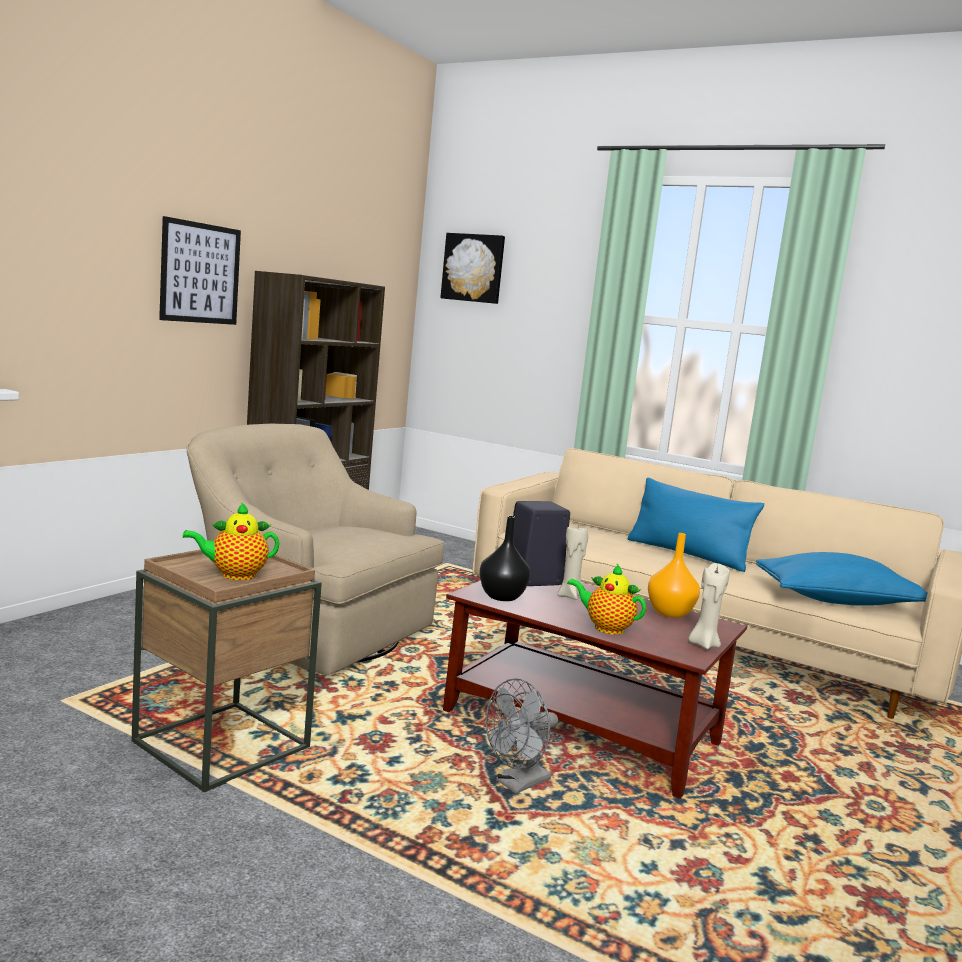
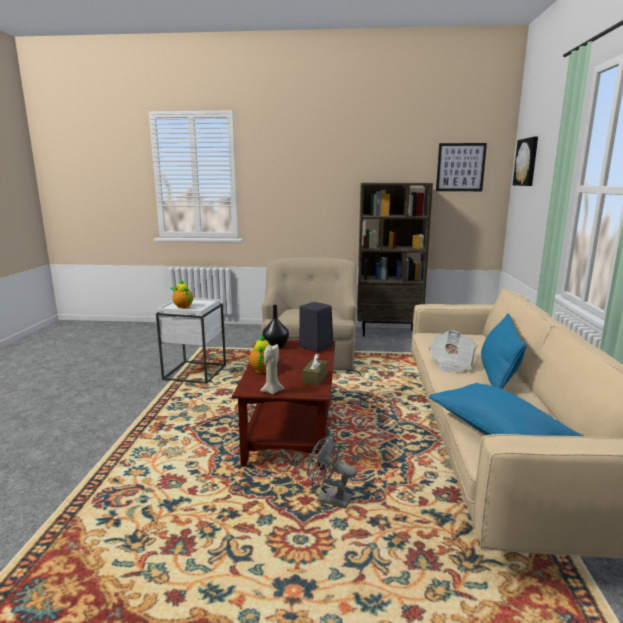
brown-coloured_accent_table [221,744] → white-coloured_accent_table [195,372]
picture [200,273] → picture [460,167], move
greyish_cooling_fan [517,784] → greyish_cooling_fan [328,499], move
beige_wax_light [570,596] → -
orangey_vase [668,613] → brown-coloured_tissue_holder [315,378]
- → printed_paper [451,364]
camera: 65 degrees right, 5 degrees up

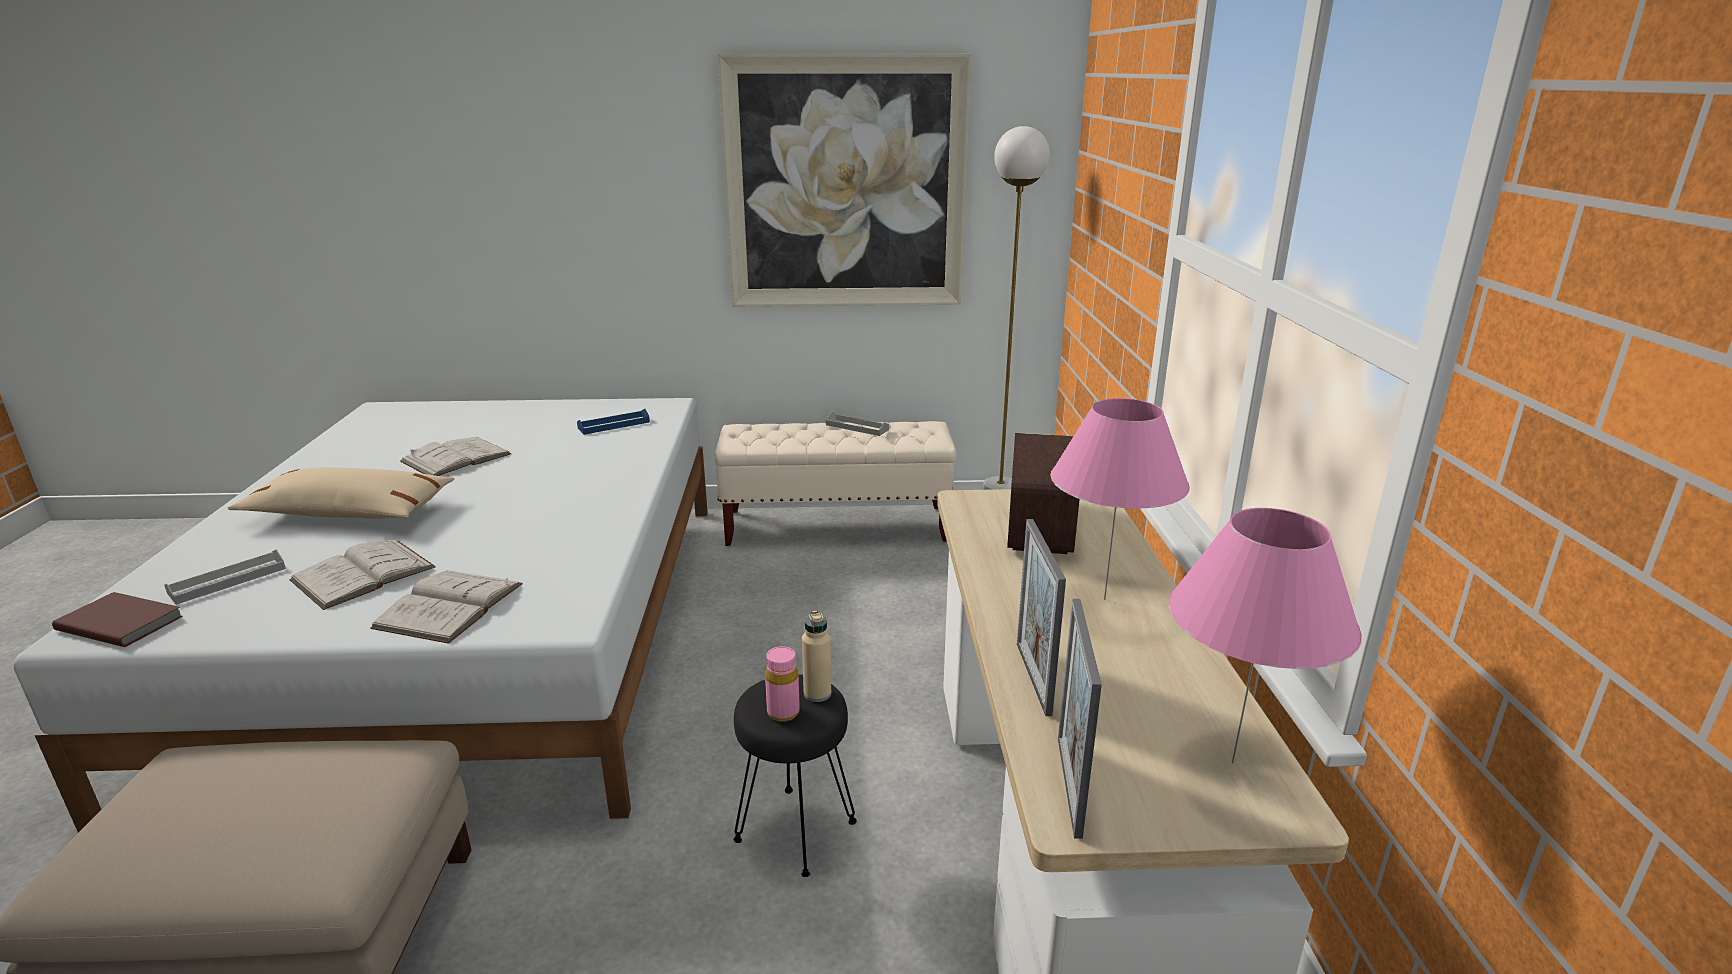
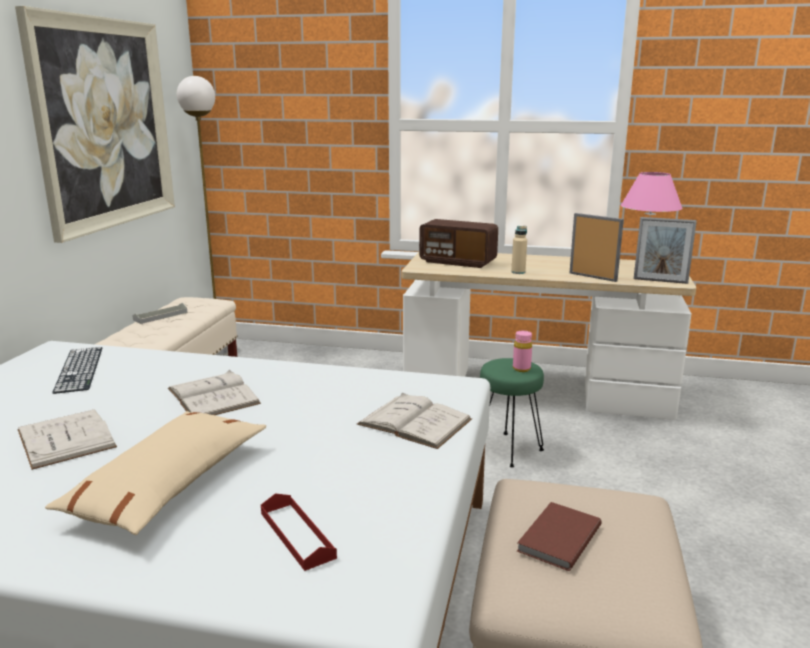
brown-coloured_volume [121,622] → brown-coloured_volume [557,538], move
greyish_carrying_tray [228,581] → red_carrying_tray [297,535]
white-coloured_volume [363,574] → white-coloured_volume [213,396], move
bluish_carrying_tray [614,425] → computer_keyboard [79,369]
black-coloured_stool_seat [795,830] → green-coloured_stool_seat [507,450]
beige_beverage_bottle [817,693] → beige_beverage_bottle [518,272], move
standing_frame [1033,678] → standing_frame [592,277], 150 degrees counterclockwise
pinkish_tabletop_lamp [1105,599] → -
camera: 75 degrees left, 5 degrees down

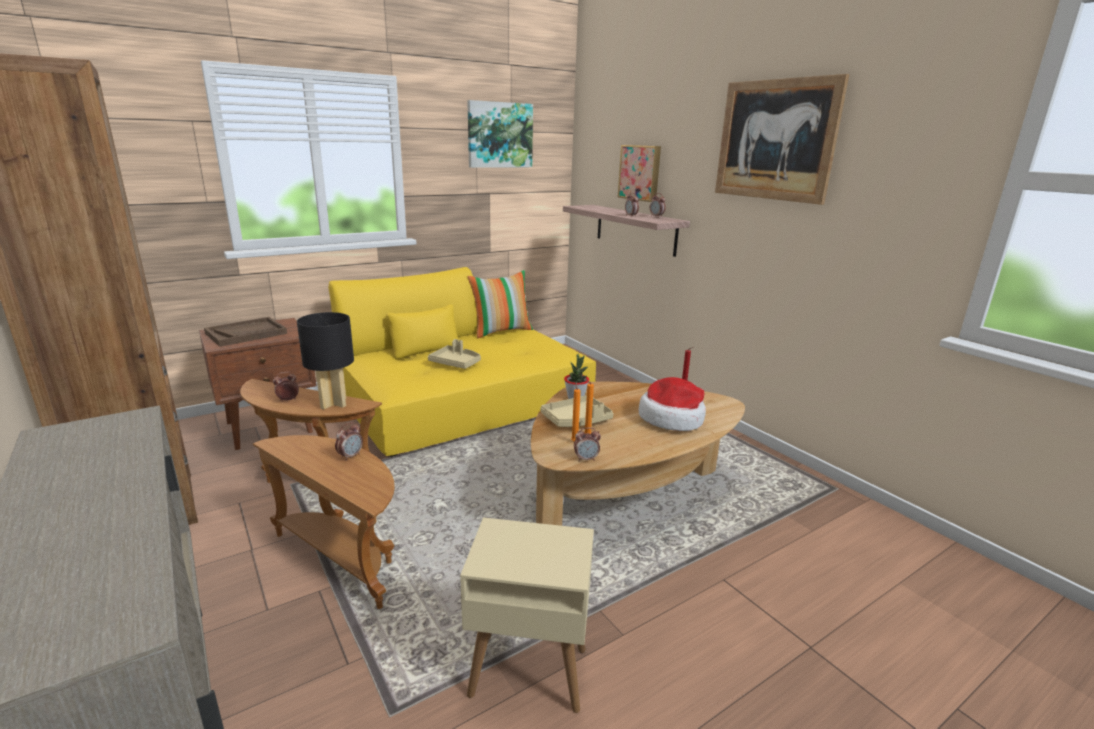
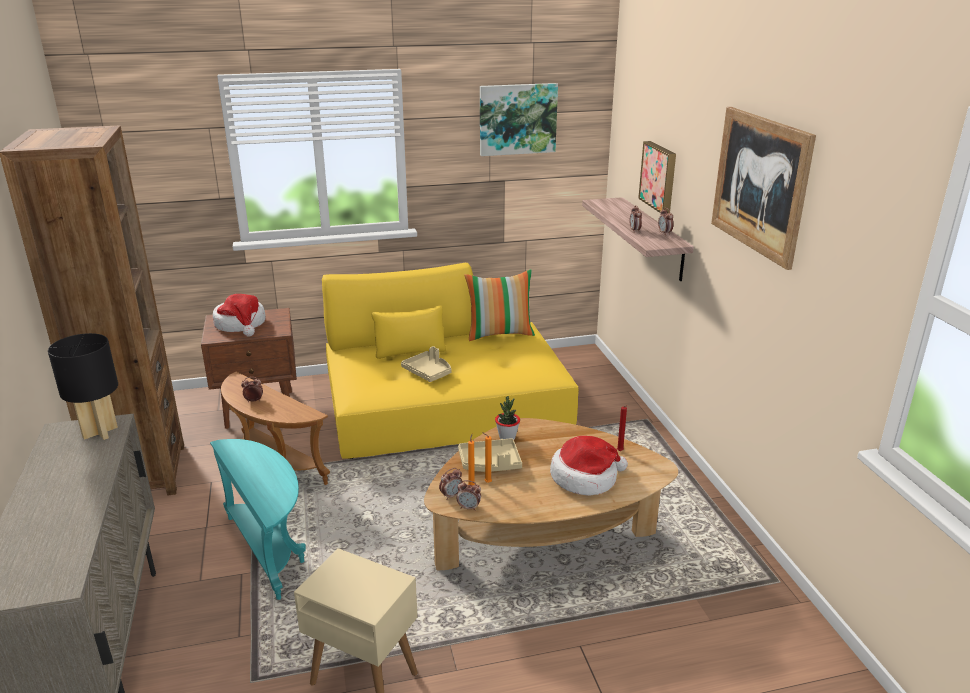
brown-coloured_carrying_tray [246,333] → clothing_hat [241,324]
brown-coloured_accent_table [343,558] → turquoise-coloured_accent_table [269,550]
black-coloured_tabletop_lamp [334,403] → black-coloured_tabletop_lamp [100,432], move
table_clock [350,456] → table_clock [451,495], move
camera: 20 degrees right, 5 degrees up

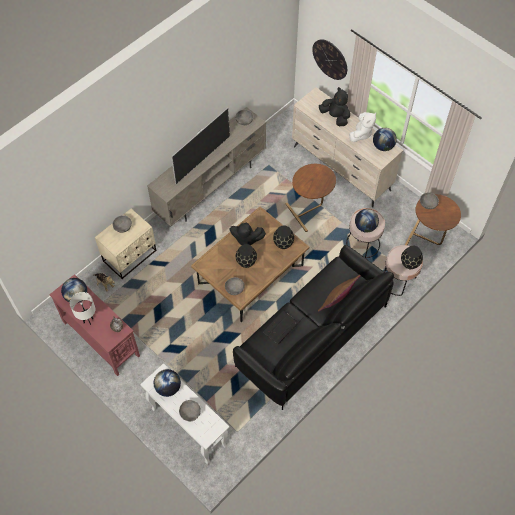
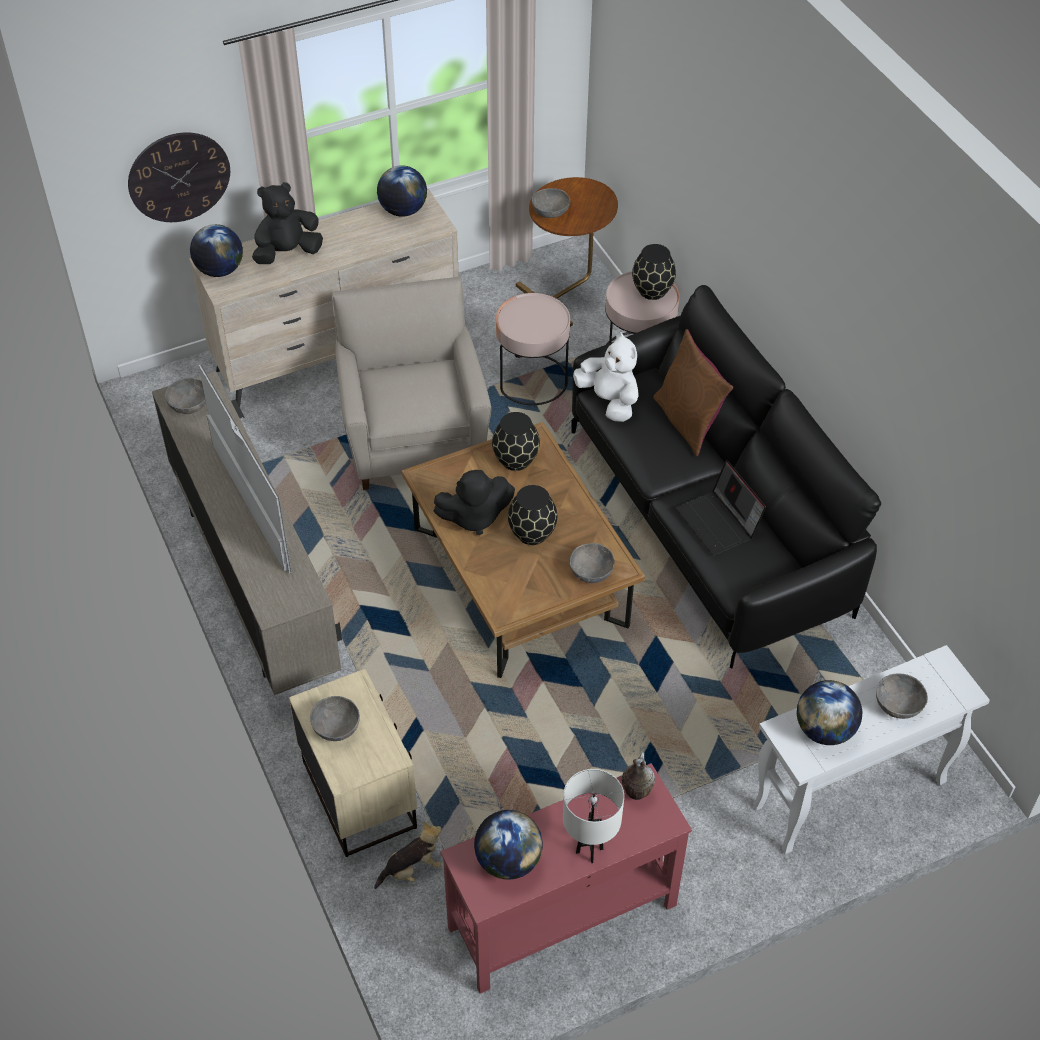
black-coloured_plush_toy [246,239] → black-coloured_plush_toy [474,517], 45 degrees clockwise
brown-coloured_accent_table [310,210] → beige_easy_chair [413,433]
white-coloured_plush_toy [361,134] → white-coloured_plush_toy [609,401], move
desk_globe [365,226] → desk_globe [219,270], move
camera: 70 degrees left, 10 degrees down

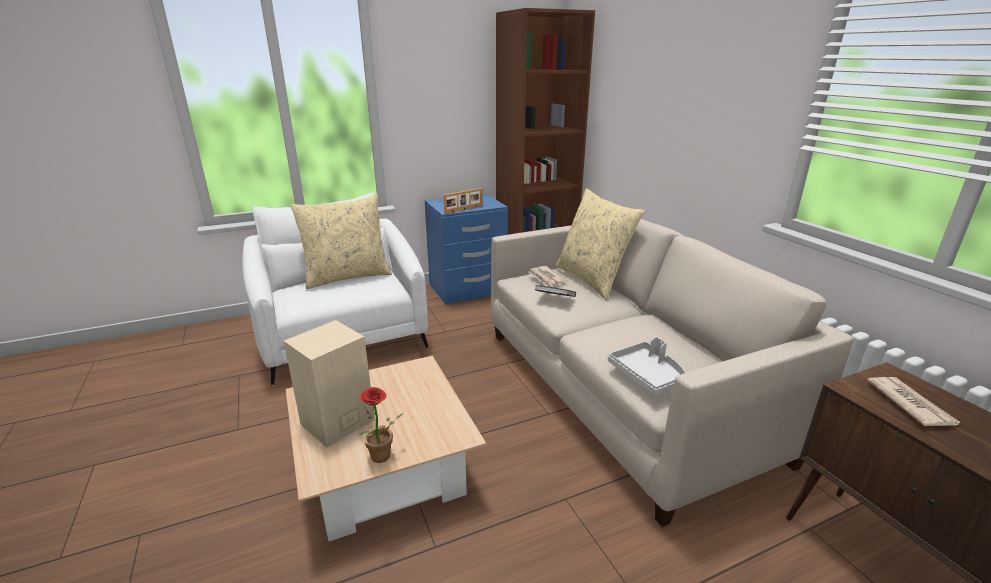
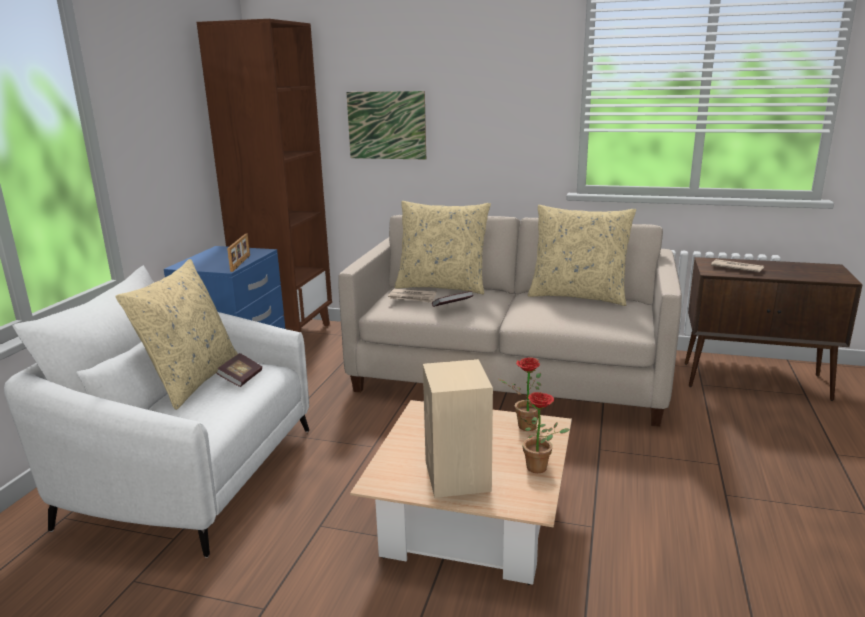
greyish_carrying_tray [647,375] → -
- → volume [241,379]
- → picture [386,125]
- → plant_in_a_pot [523,426]
- → beige_throw_pillow [578,296]
camera: 50 degrees left, 5 degrees down

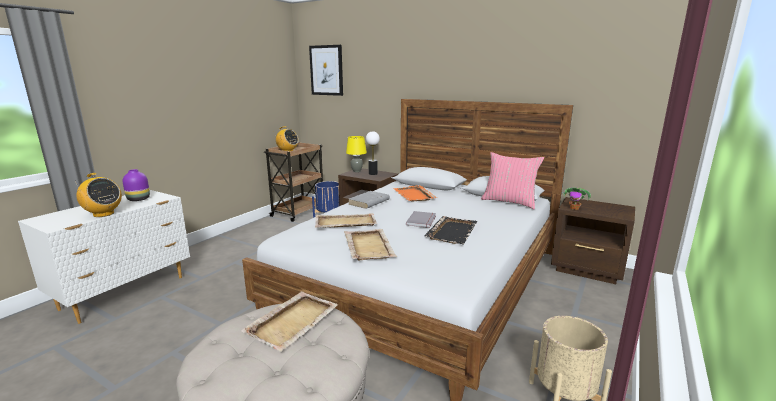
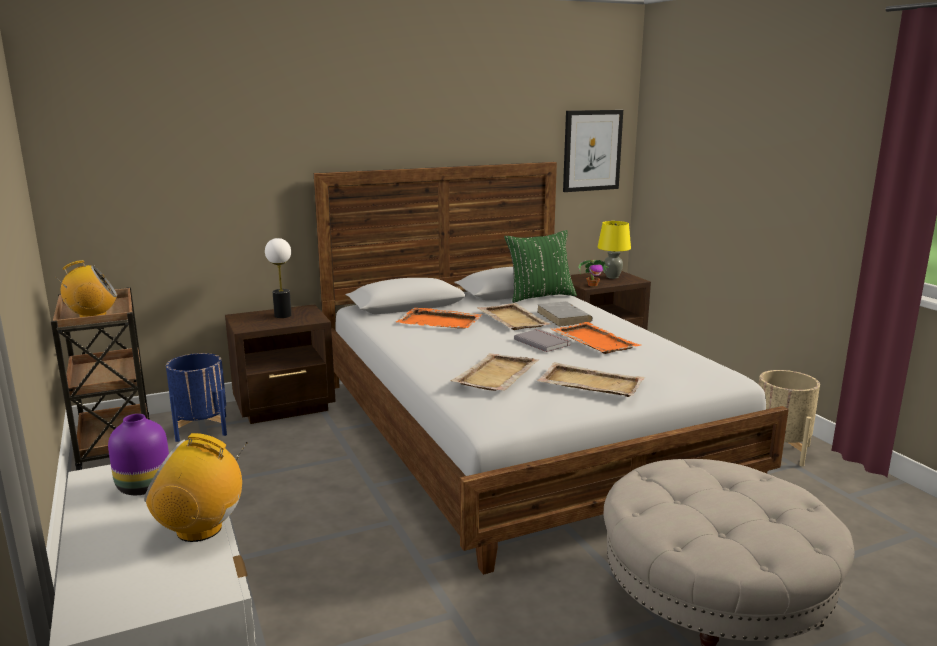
radio [103,214] → radio [200,529], 150 degrees counterclockwise
beige_carrying_tray [293,321] → beige_carrying_tray [512,319], move
picture [326,70] → picture [592,150], move
yellowish_tabletop_lamp [356,171] → yellowish_tabletop_lamp [612,277], move
greyish_volume [369,202] → greyish_volume [564,317], move
black-coloured_carrying_tray [452,231] → orangey_carrying_tray [594,340]
pinkish_throw_pillow [509,202] → green-coloured_throw_pillow [539,296]
camera: 55 degrees left, 0 degrees up

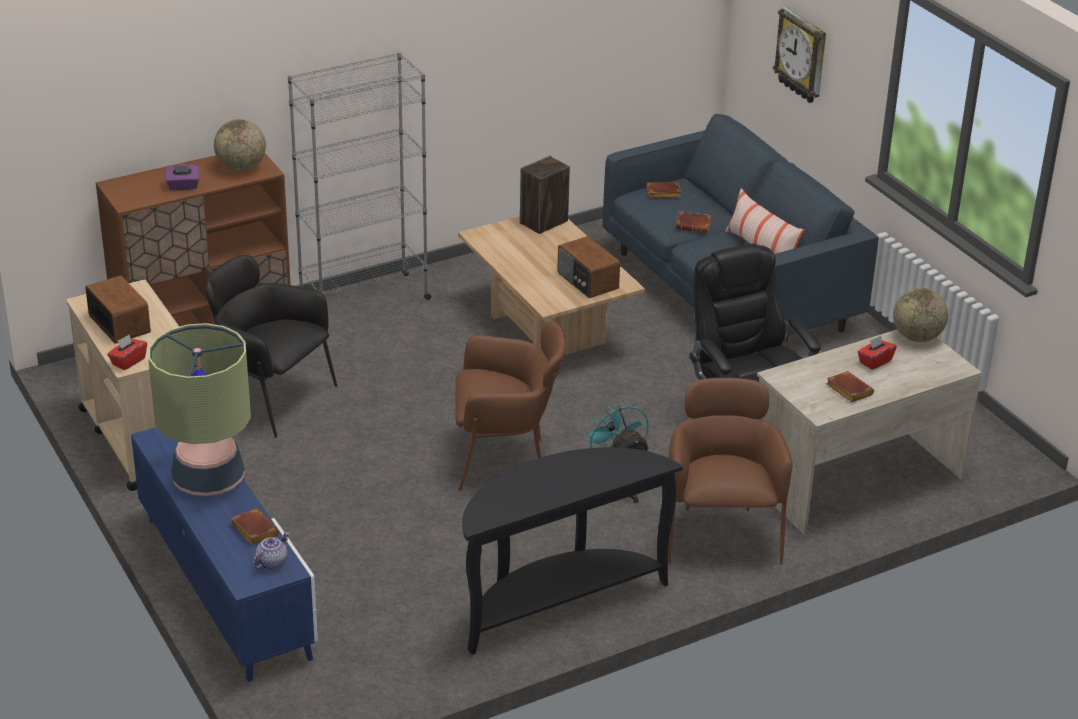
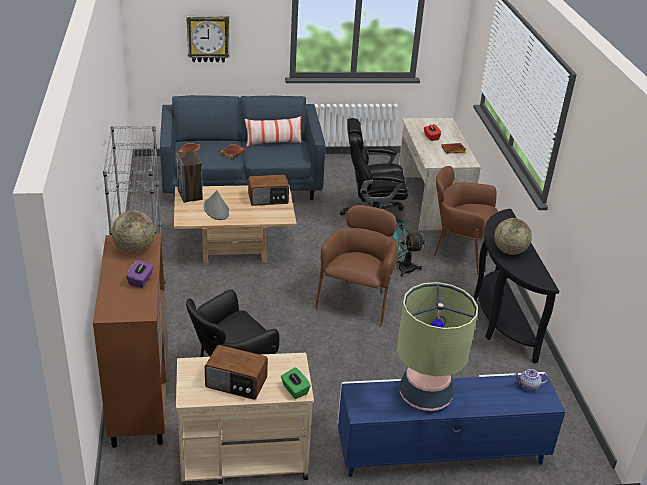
radio [120,323] → radio [236,383], 150 degrees counterclockwise
red_tissue_holder [128,361] → green-coloured_tissue_holder [294,390]
brown-coloured_volume [253,530] → -
tea_pot [271,562] → tea_pot [528,386], 60 degrees counterclockwise
desk_globe [917,337] → desk_globe [509,251], move
- → greyish_clothing_hat [216,209]
camera: 70 degrees left, 0 degrees up

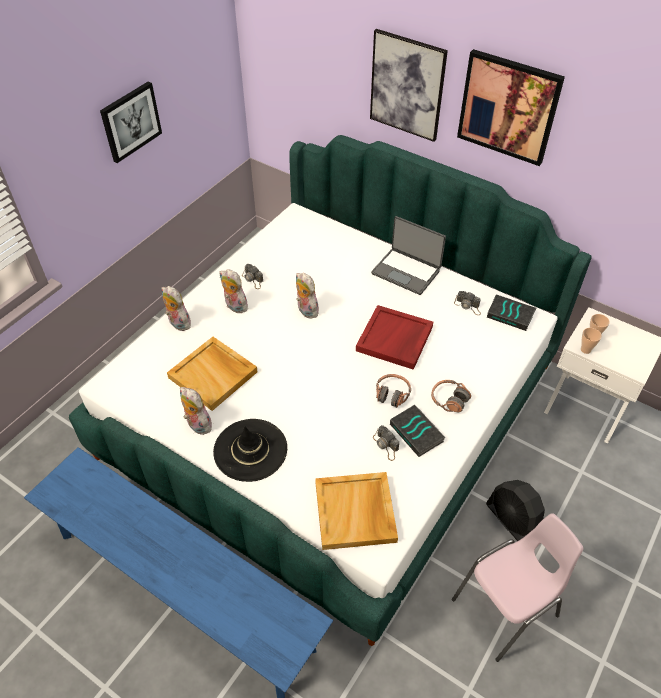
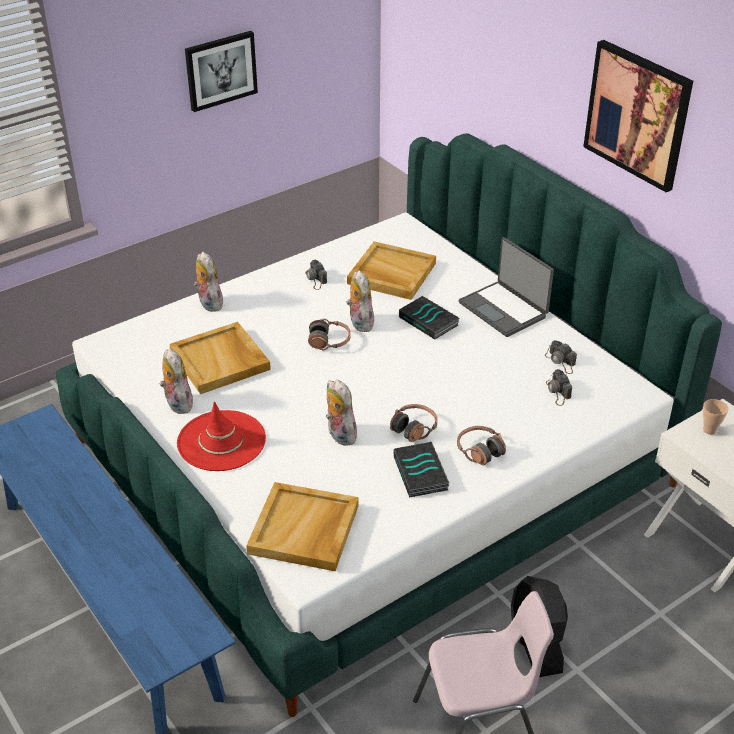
black-coloured_clothing_hat [250,450] → red_clothing_hat [221,441]
plush_toy [234,306] → plush_toy [339,435], move
red_carrying_tray [395,339] → -
picture [407,85] → -
still_camera [386,445] → still_camera [558,392], move
volume [511,315] → volume [429,321], move
small_cup [585,349] → -
- → headset [329,341]
- → beige_carrying_tray [391,274]
camera: 20 degrees right, 10 degrees down

